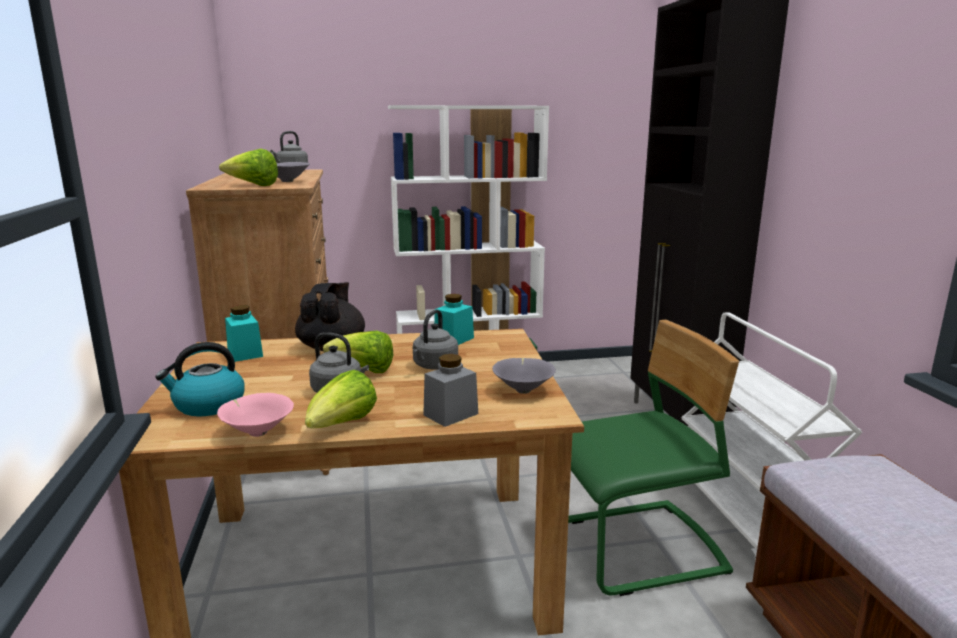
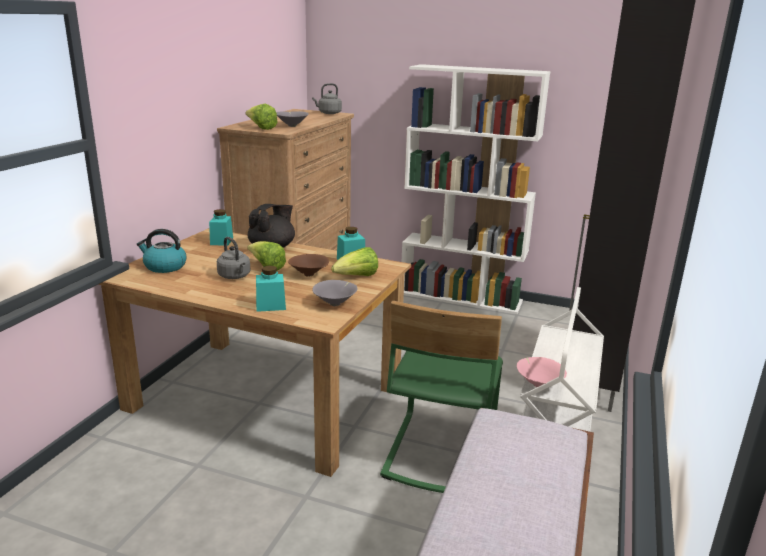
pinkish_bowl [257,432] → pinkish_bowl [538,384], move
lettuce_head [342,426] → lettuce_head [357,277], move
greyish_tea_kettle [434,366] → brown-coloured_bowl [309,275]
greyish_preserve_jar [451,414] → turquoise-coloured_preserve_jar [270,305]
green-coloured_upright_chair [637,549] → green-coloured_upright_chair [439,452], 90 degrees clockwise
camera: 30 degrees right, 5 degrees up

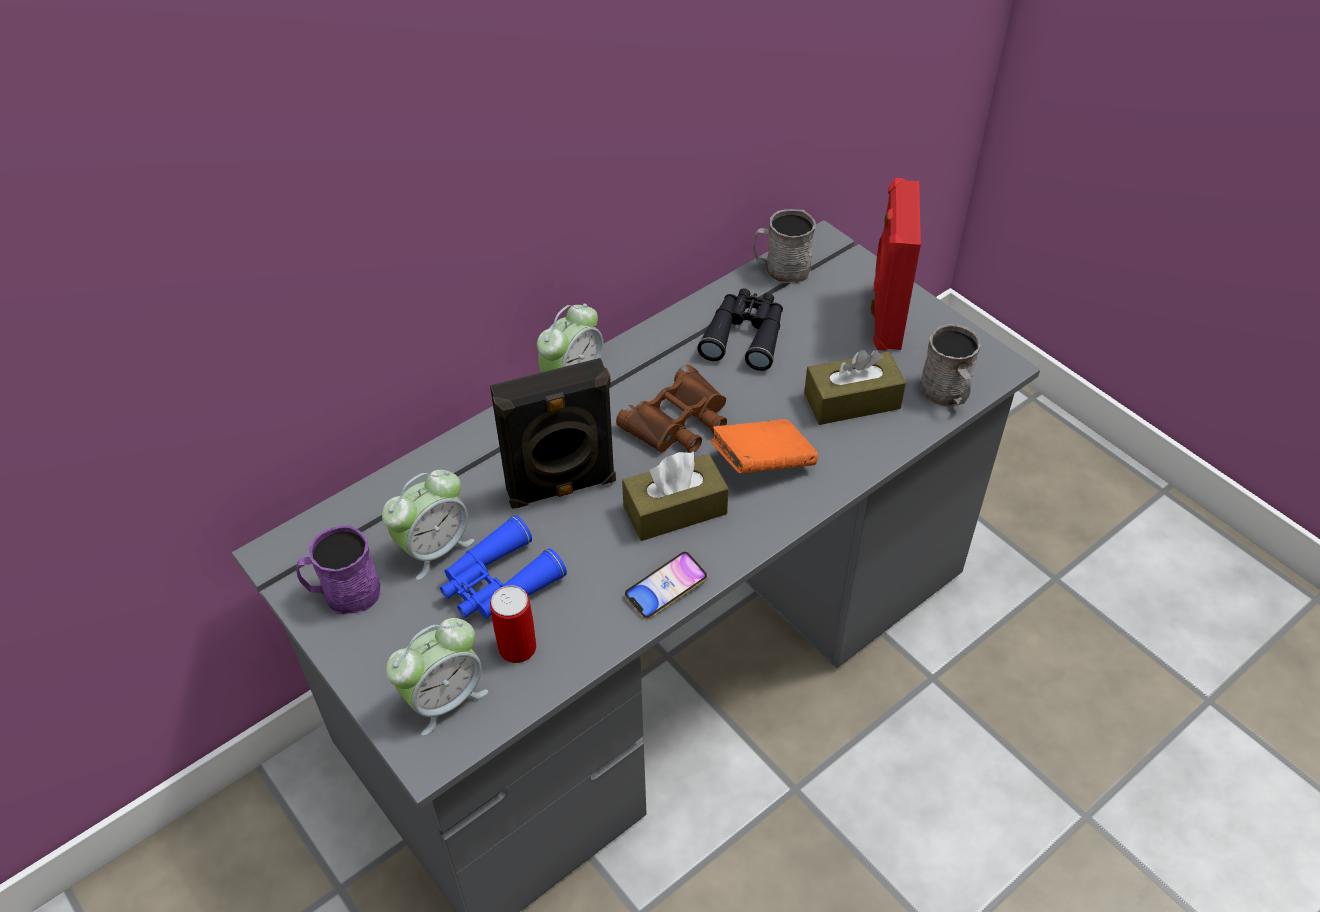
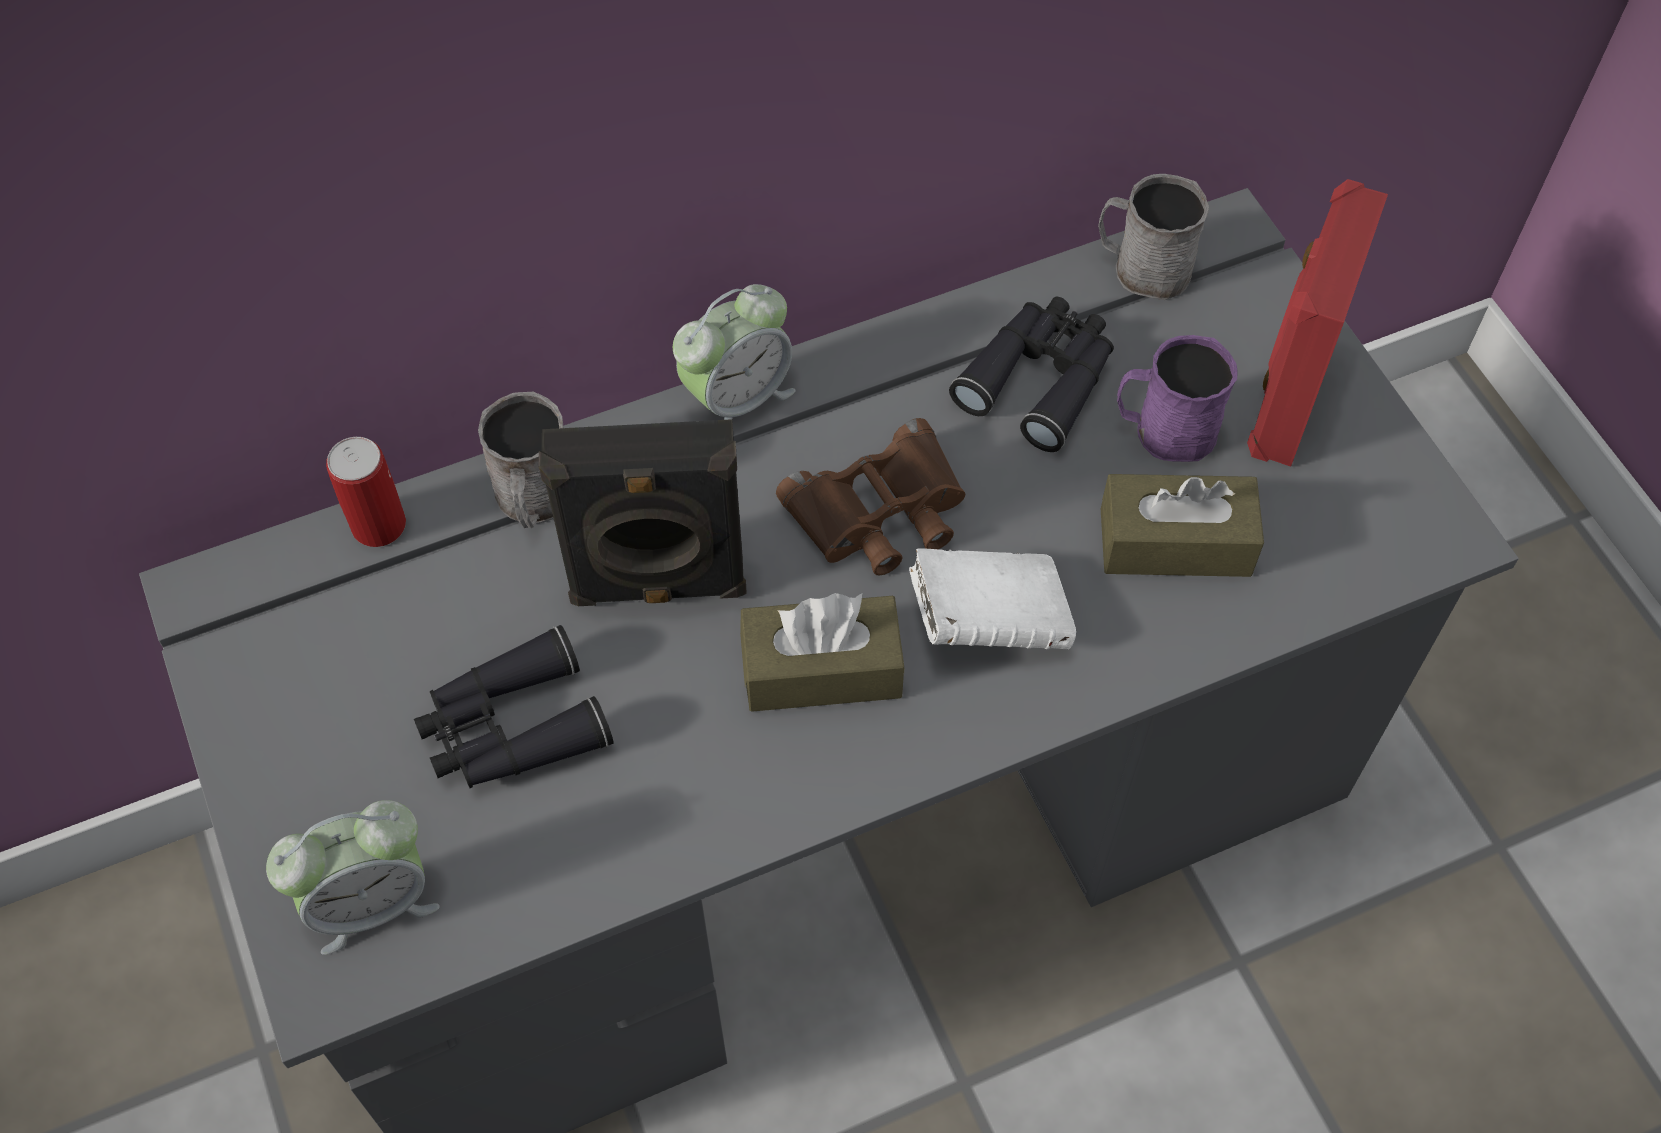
purplish_tea_mug [344,593] → purplish_tea_mug [1164,430], move
table_clock [434,548] → -
bluish_field_glasses [498,583] → black-coloured_field_glasses [511,728]
can [517,647] → can [379,525], move
phone [666,588] → -
orangey_volume [762,463] → white-coloured_volume [989,620]
greyish_tea_mug [947,394] → greyish_tea_mug [534,500], move
camera: 15 degrees right, 10 degrees up

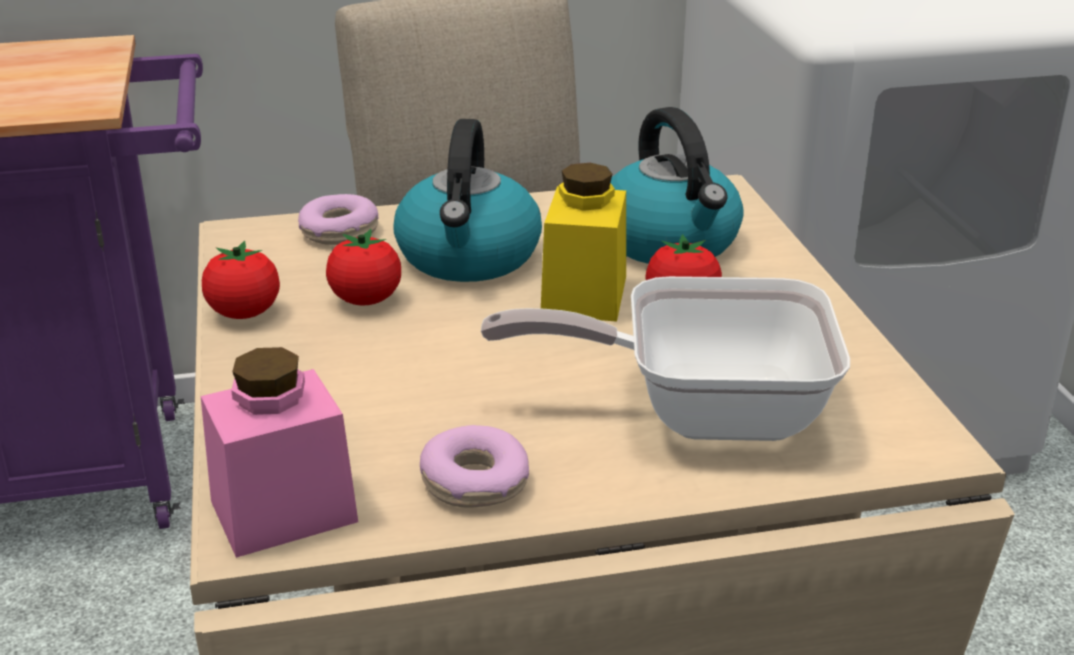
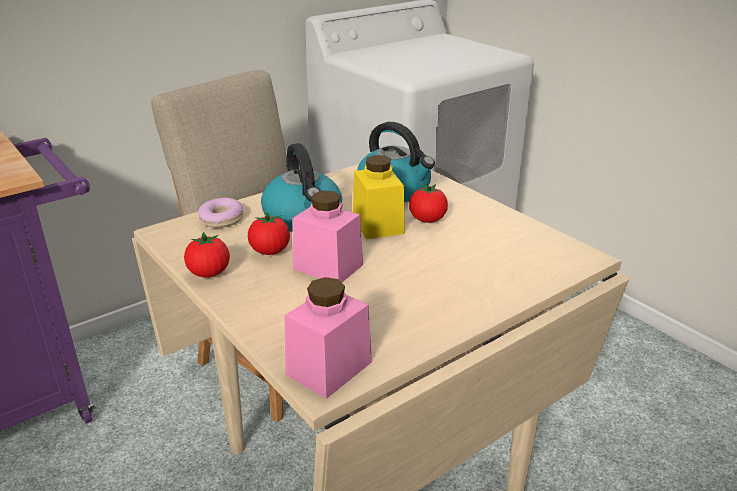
doughnut [474,482] → -
skillet [700,411] → -
- → pinkish_preserve_jar [328,267]
camera: 25 degrees left, 0 degrees up

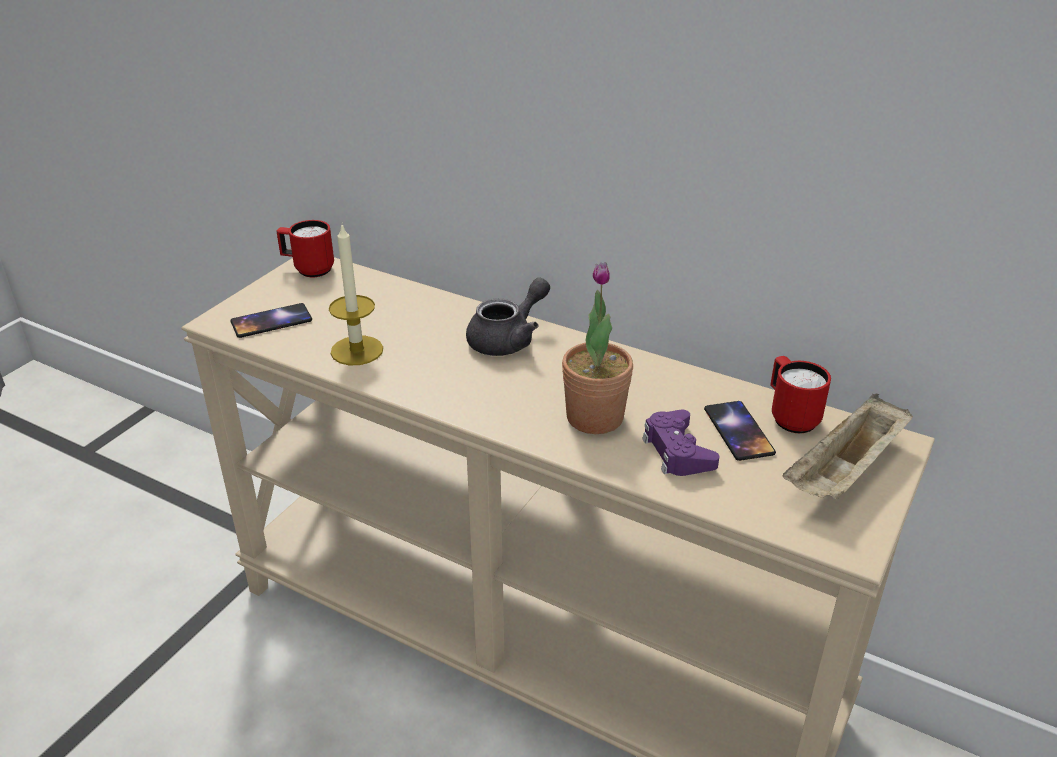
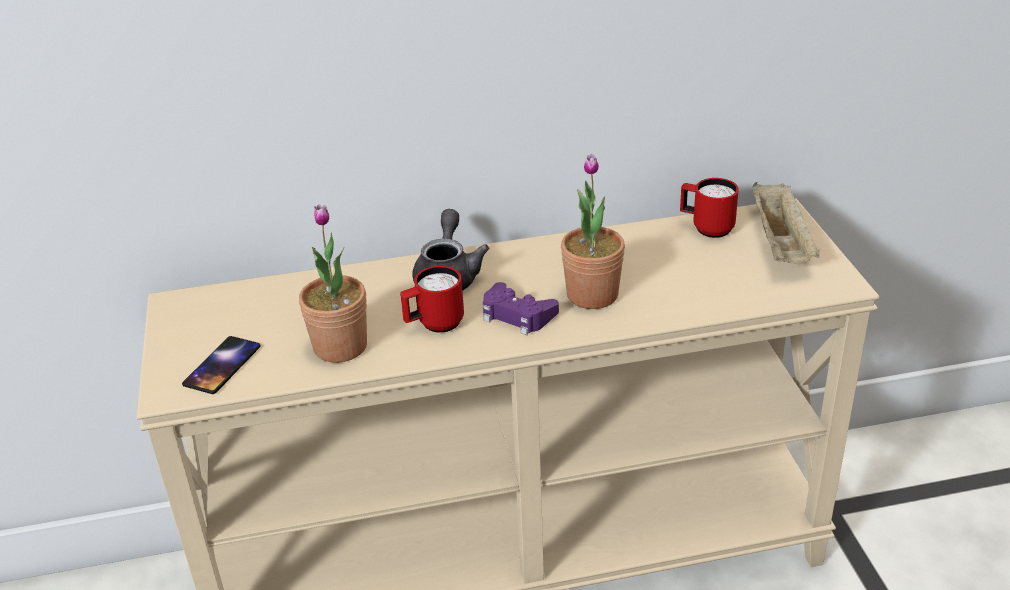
red_tea_mug [308,269] → red_tea_mug [434,325], move
wax_light [357,350] → plant_in_a_pot [340,346]
purplish_gamepad [677,451] → purplish_gamepad [517,315], move
phone [739,431] → -
camera: 40 degrees left, 0 degrees up

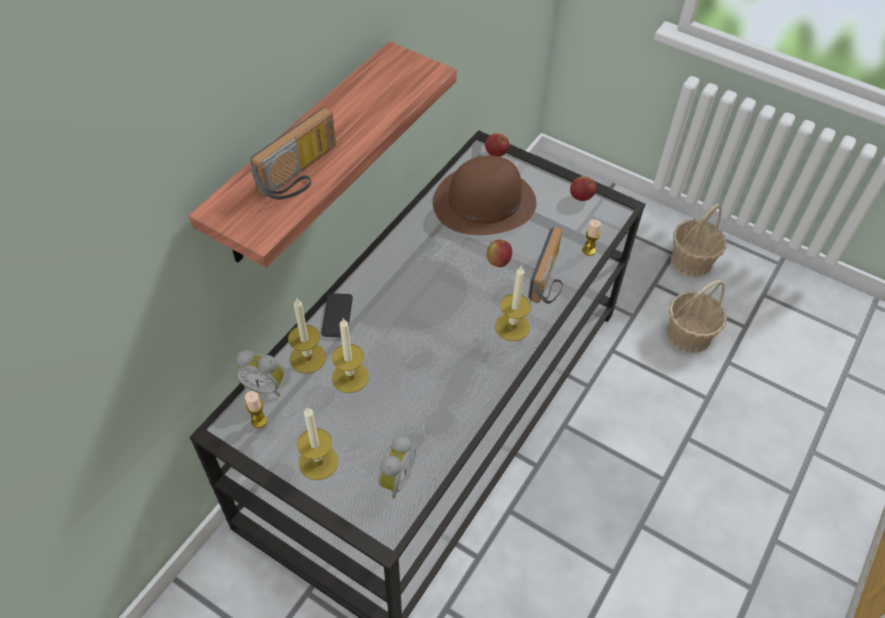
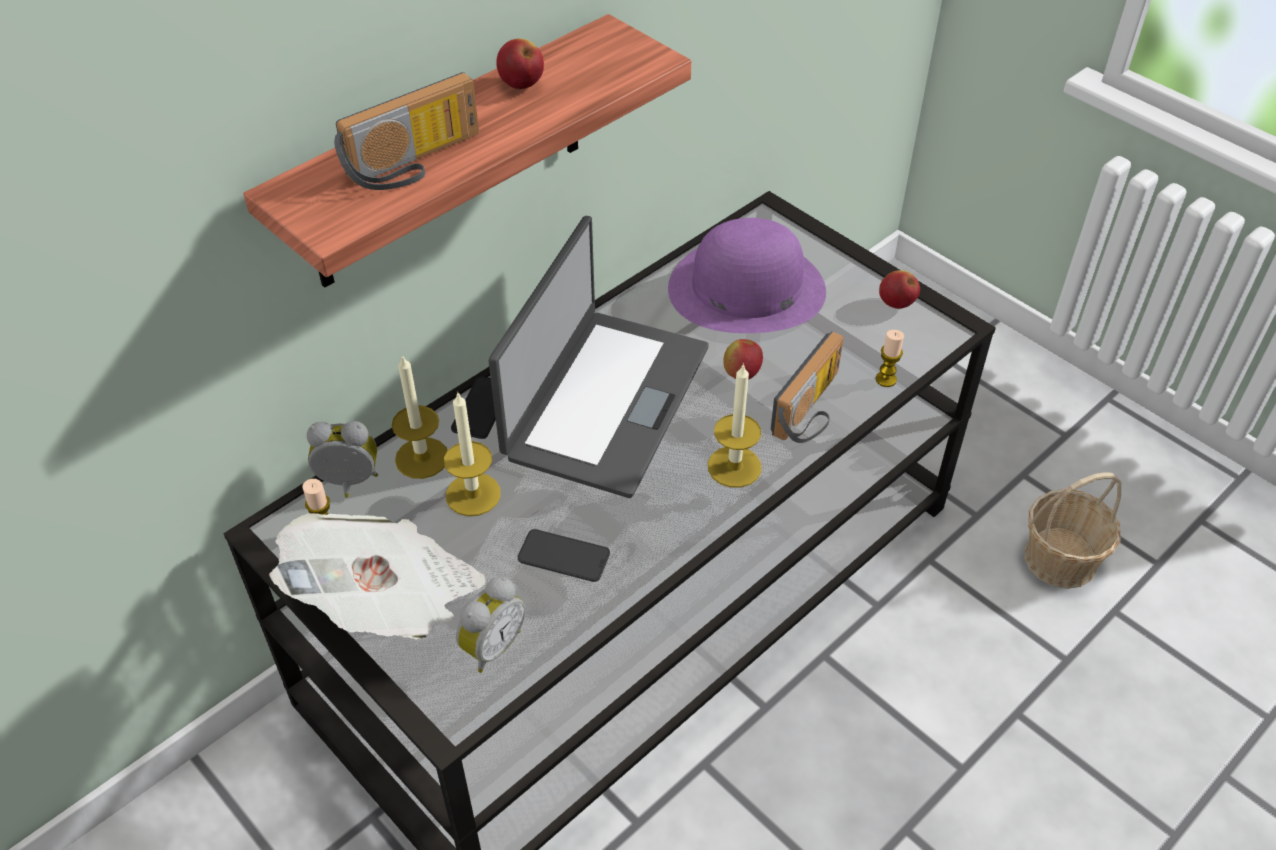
table_clock [264,386] → table_clock [349,484], 150 degrees clockwise
wax_light [318,462] → printed_paper [389,601]
brown-coloured_clothing_hat [484,202] → purplish_clothing_hat [746,289]
whole_apple [496,154] → whole_apple [521,85], move
household_basket [691,261] → -
- → laptop [605,401]
- → phone [563,556]
camera: 15 degrees right, 5 degrees down

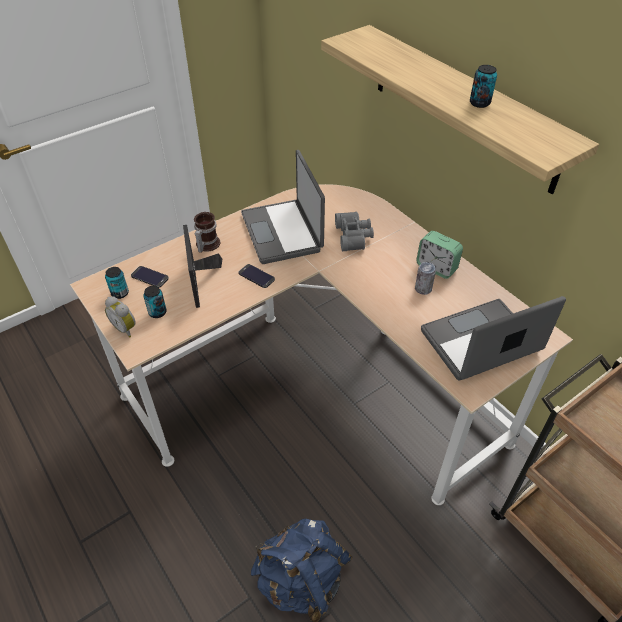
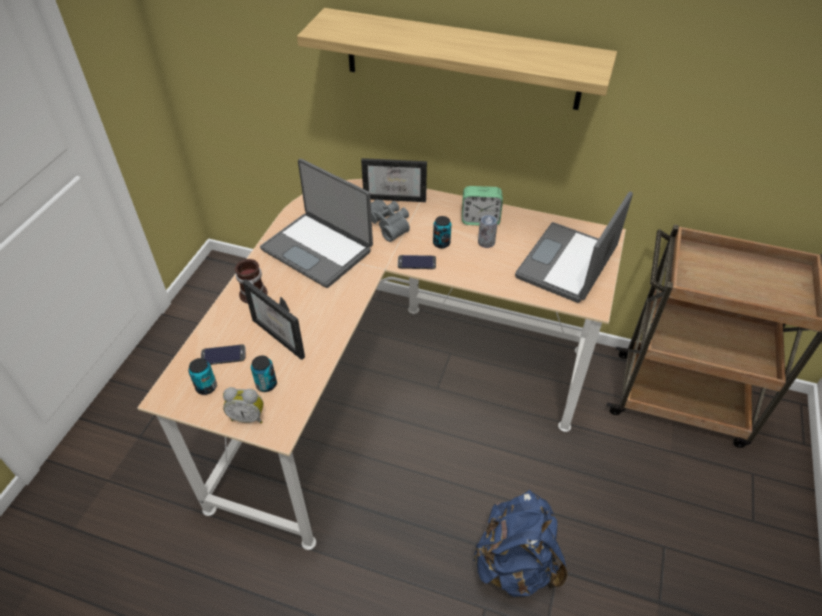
phone [256,276] → phone [416,262], move
can [479,103] → can [441,243], move
- → standing_frame [396,195]
camera: 35 degrees left, 0 degrees up

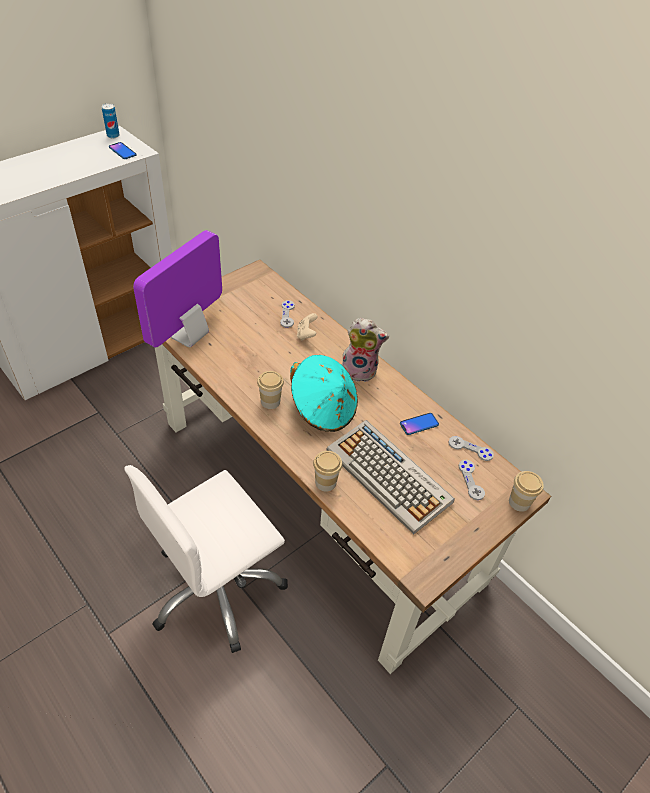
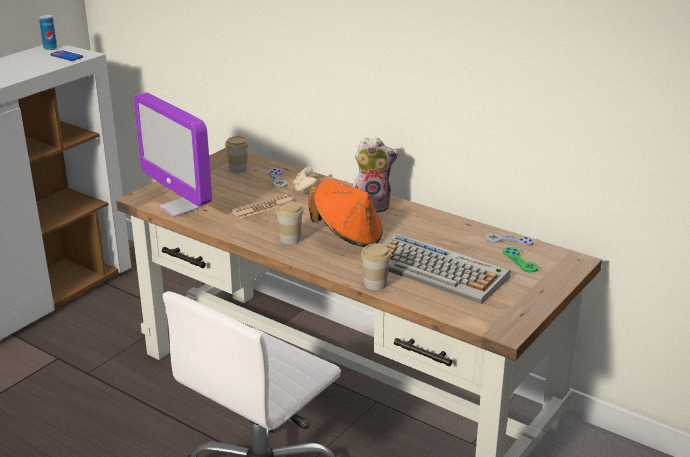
monitor [189,336] → monitor [180,207], 60 degrees counterclockwise
turquoise-coloured_clothing_hat [323,409] → orangey_clothing_hat [348,236]
phone [419,424] → -
greyish_gamepad [471,480] → green-coloured_gamepad [520,260]
small_cup [519,502] → small_cup [238,169], move
- → printed_paper [263,207]
camera: 10 degrees left, 20 degrees down

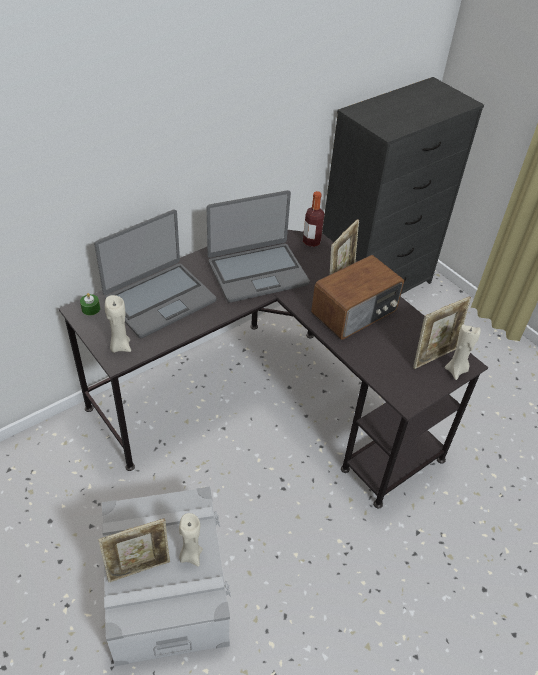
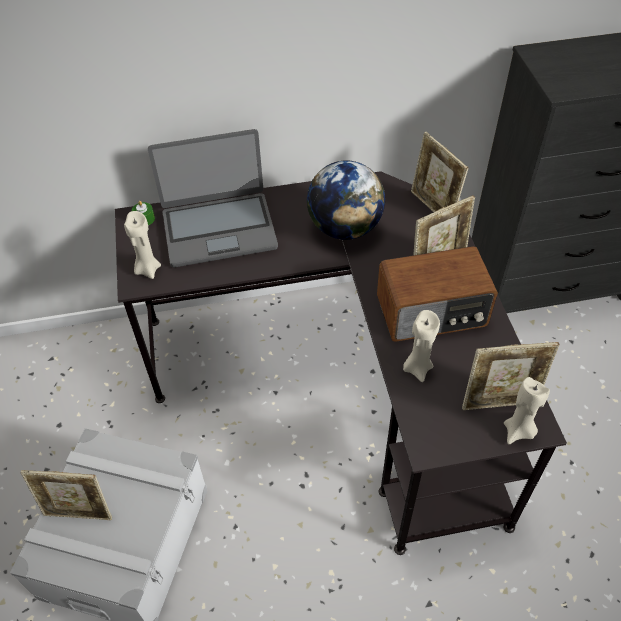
beige_wax_light [190,554] → beige_wax_light [417,368], move
laptop [257,272] → desk_globe [345,228]
beverage_bottle [311,242] → standing_frame [433,208]
camera: 30 degrees right, 5 degrees up

